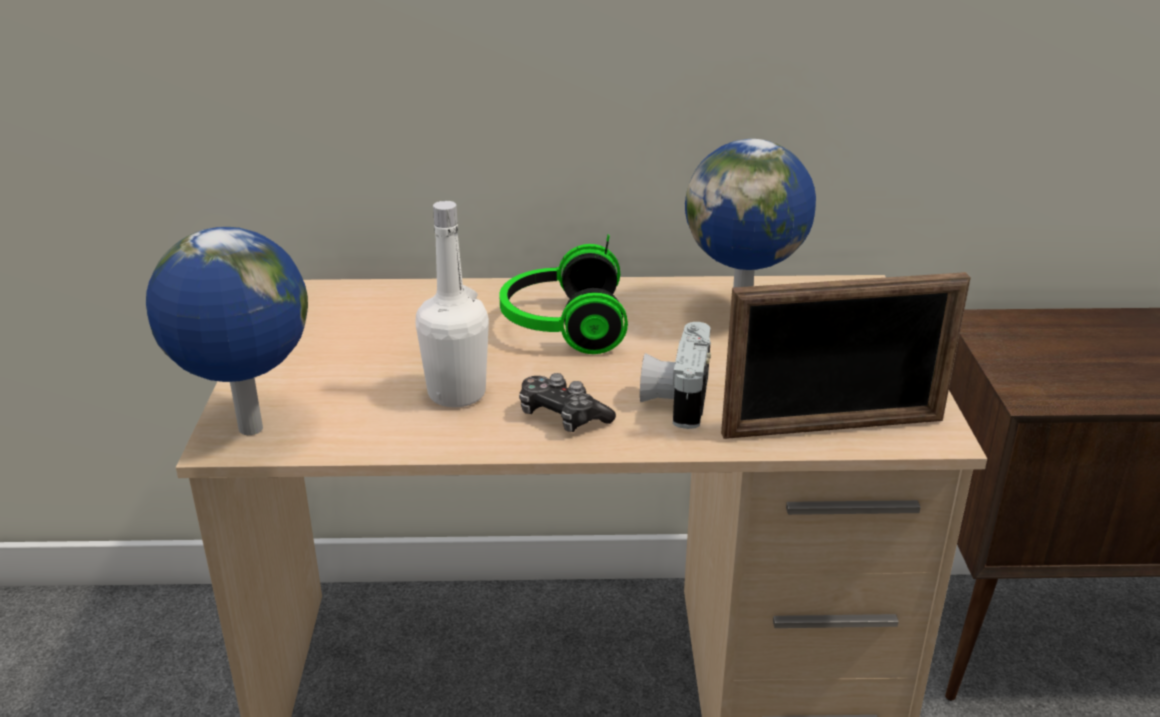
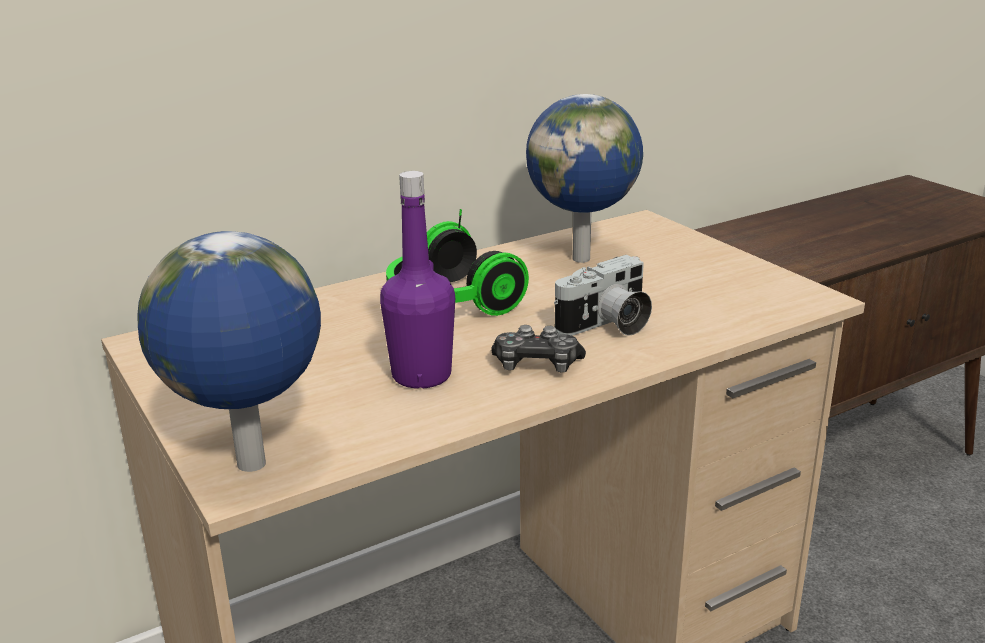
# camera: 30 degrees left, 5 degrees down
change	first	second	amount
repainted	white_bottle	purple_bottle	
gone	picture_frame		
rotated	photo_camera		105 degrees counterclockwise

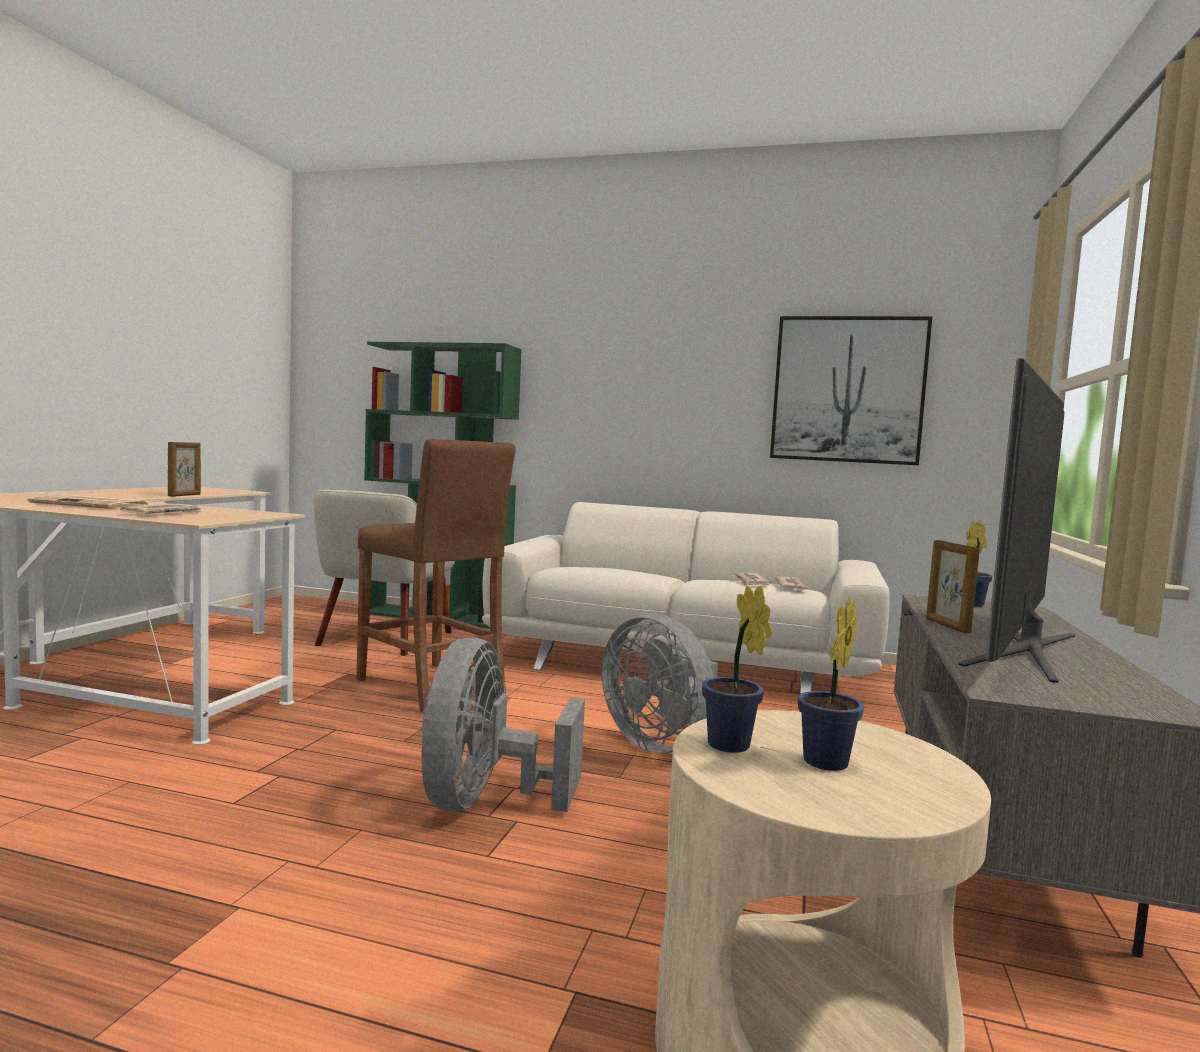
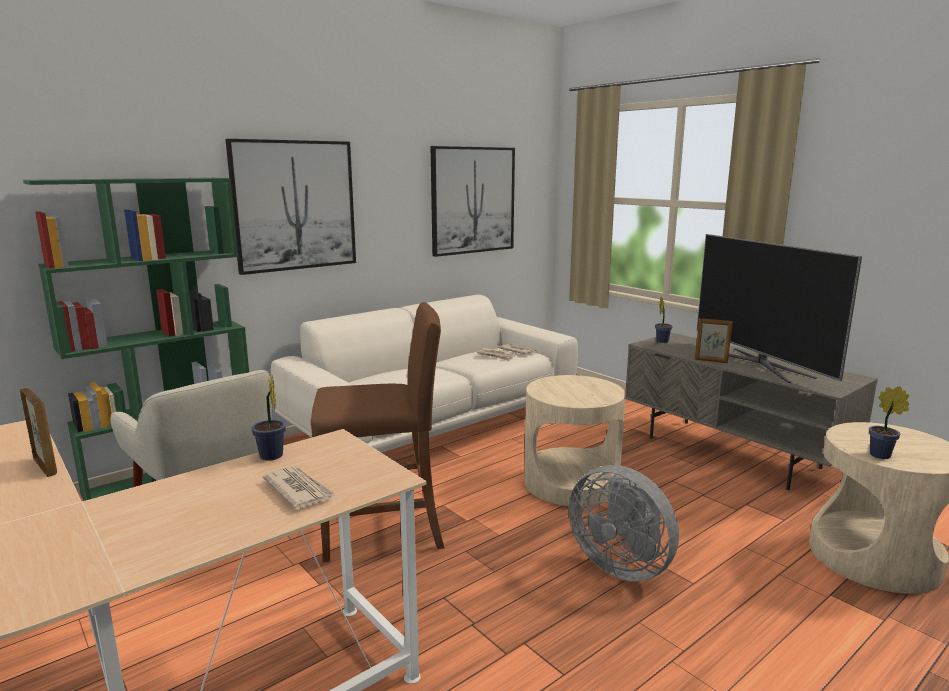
# camera: 55 degrees left, 10 degrees up
change	first	second	amount
gone	newspaper (no. 1 from left)		
shifted	potted_plant (no. 2 from left in the first image)	potted_plant (no. 1 from left)	
swapped	grey_fan (no. 2 from left)	beige_side_table (no. 1 from left)	
new		picture (no. 1 from left)	

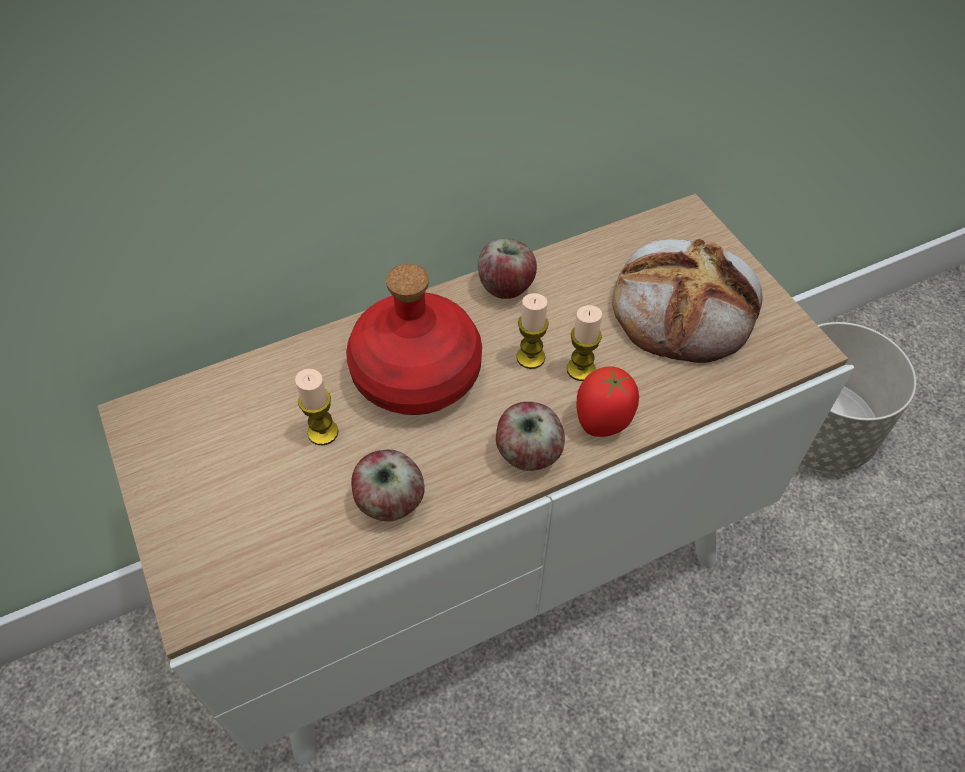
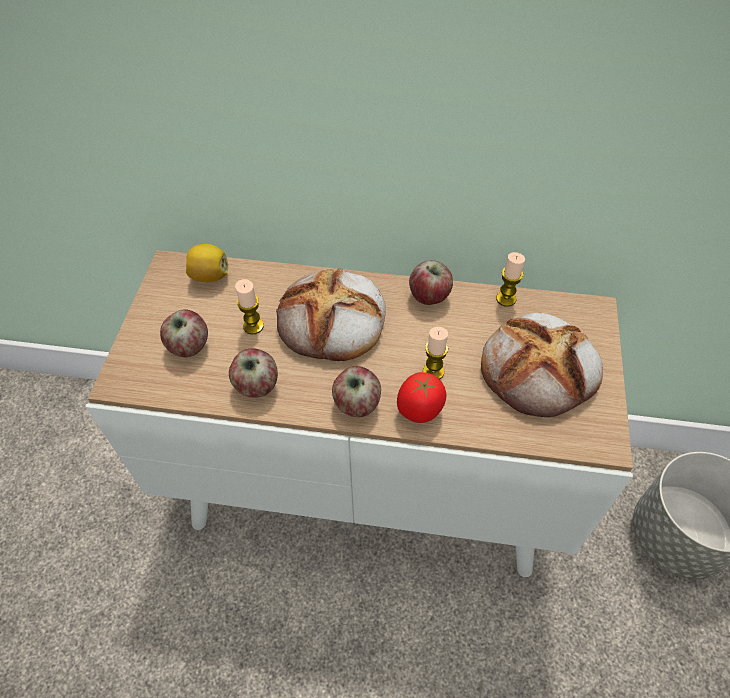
# camera: 35 degrees right, 0 degrees up
change	first	second	amount
swapped	red_bottle	bread (no. 1 from left)	
shifted	candle (no. 2 from left in the first image)	candle (no. 3 from left)	
new		lemon	
new		apple (no. 1 from left)	

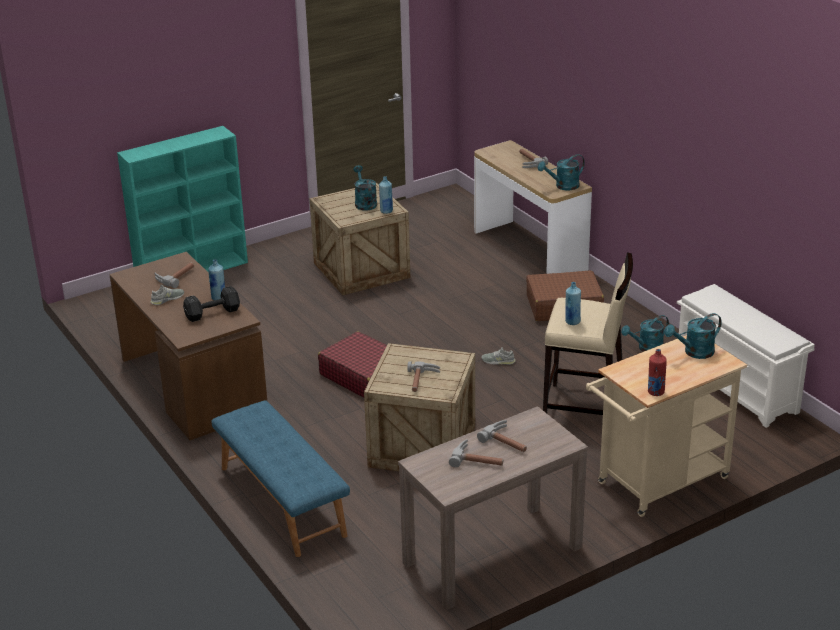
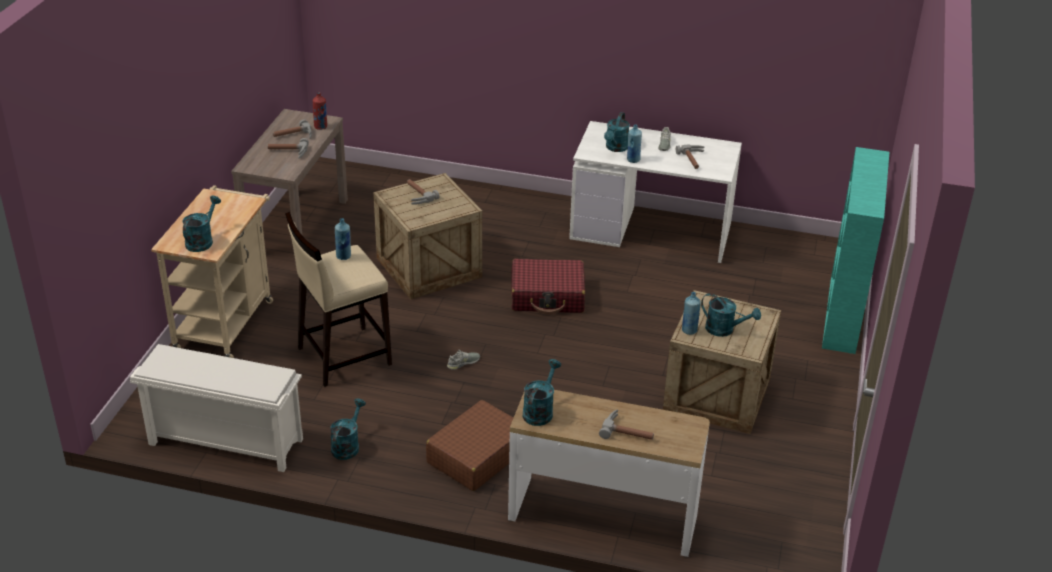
# camera: 135 degrees right, 5 degrees up
change	first	second	amount
repainted	brown_desk	white_desk	
swapped	black_dumbbell	turquoise_watering_can (no. 4 from left)	
shifted	red_bottle		
gone	blue_bench		

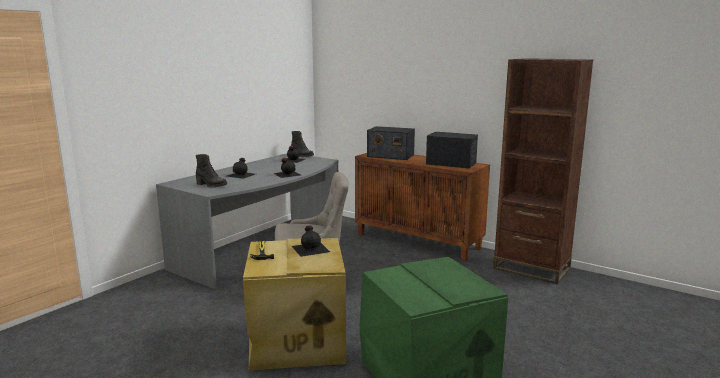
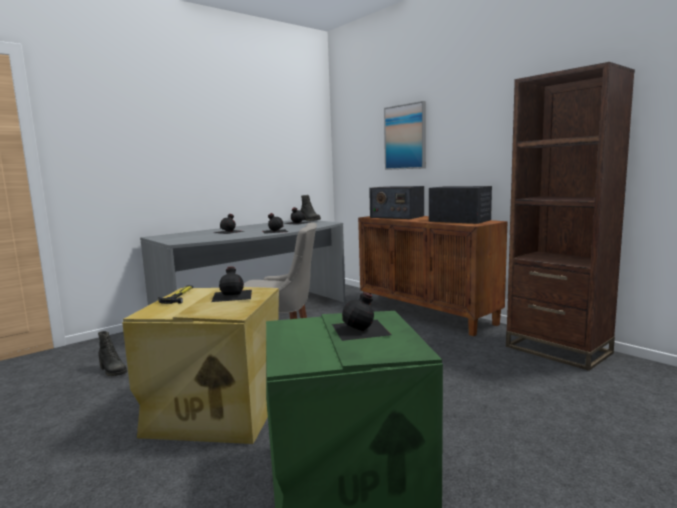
# camera: 15 degrees right, 5 degrees down
change	first	second	amount
shifted	black_boot (no. 1 from left)		
new		picture	
new		black_bottle (no. 5 from left)	

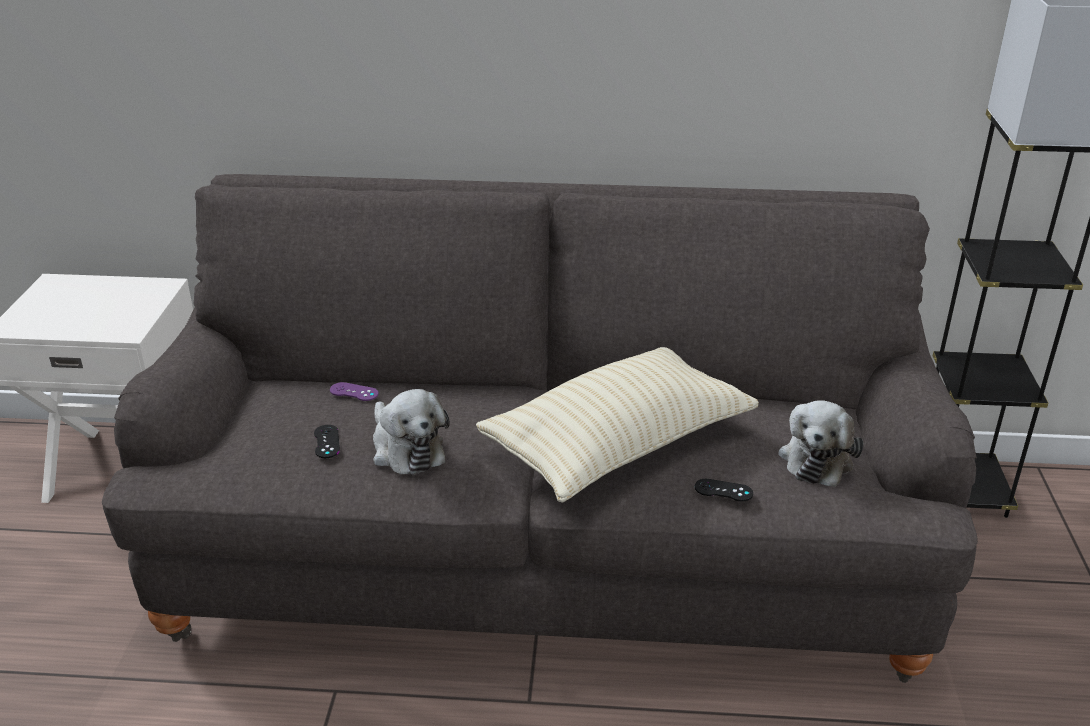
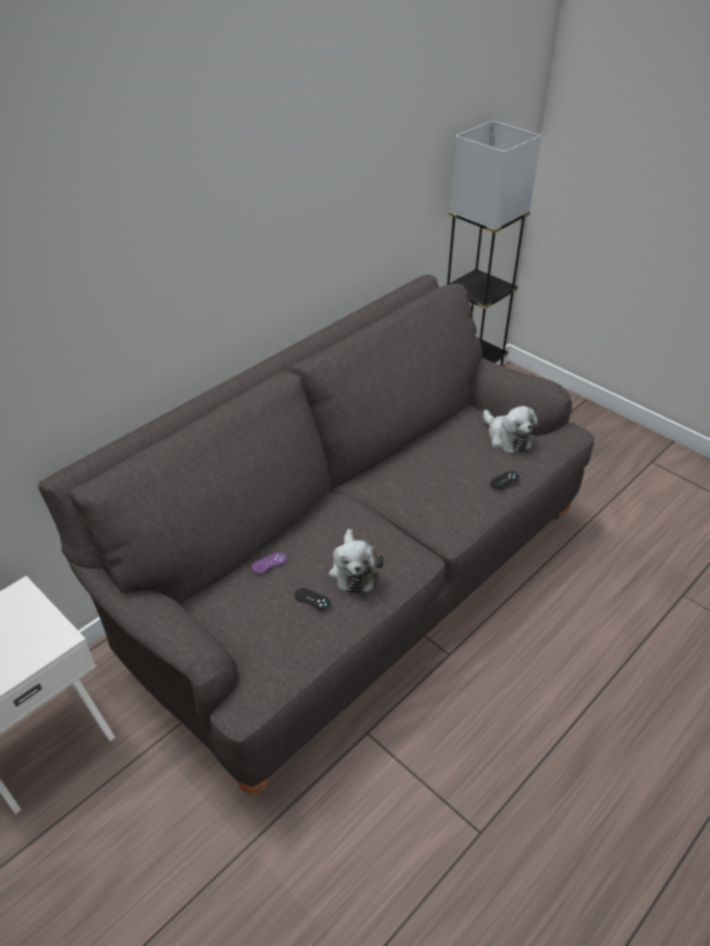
# camera: 50 degrees left, 10 degrees up
change	first	second	amount
gone	beige_pillow		
rotated	plush_toy (no. 1 from left)		75 degrees clockwise

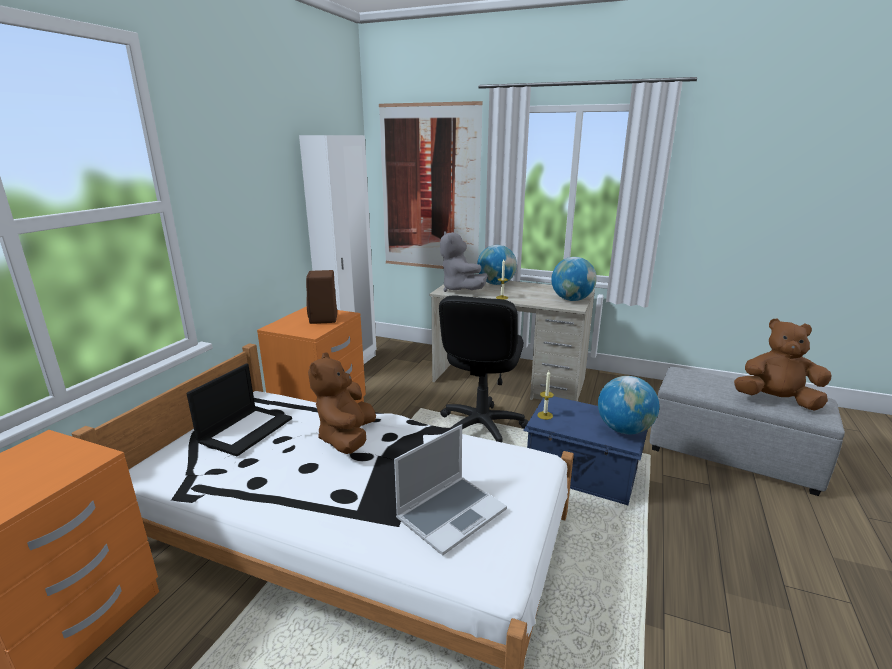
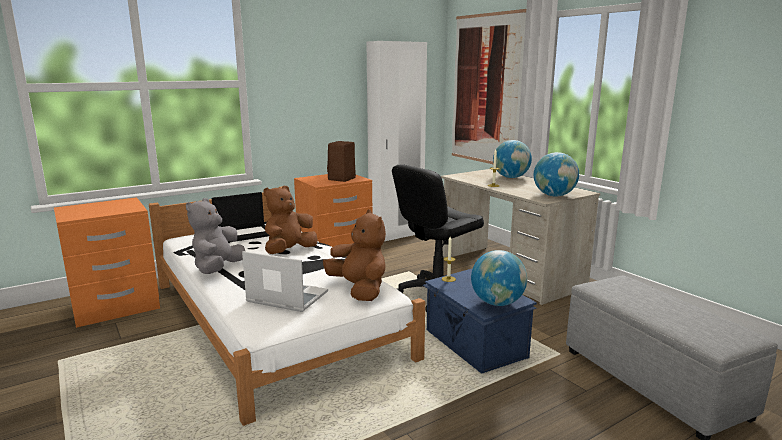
# camera: 35 degrees right, 5 degrees down
change	first	second	amount
shifted	grey_plush_toy		
shifted	brown_plush_toy (no. 2 from left)		
rotated	laptop (no. 2 from left)		150 degrees counterclockwise

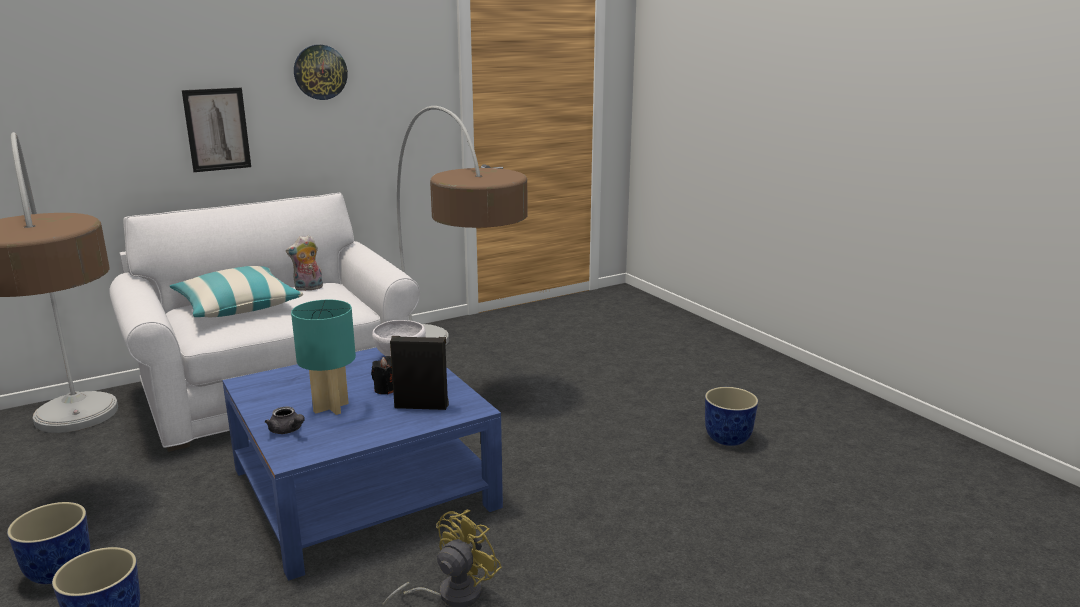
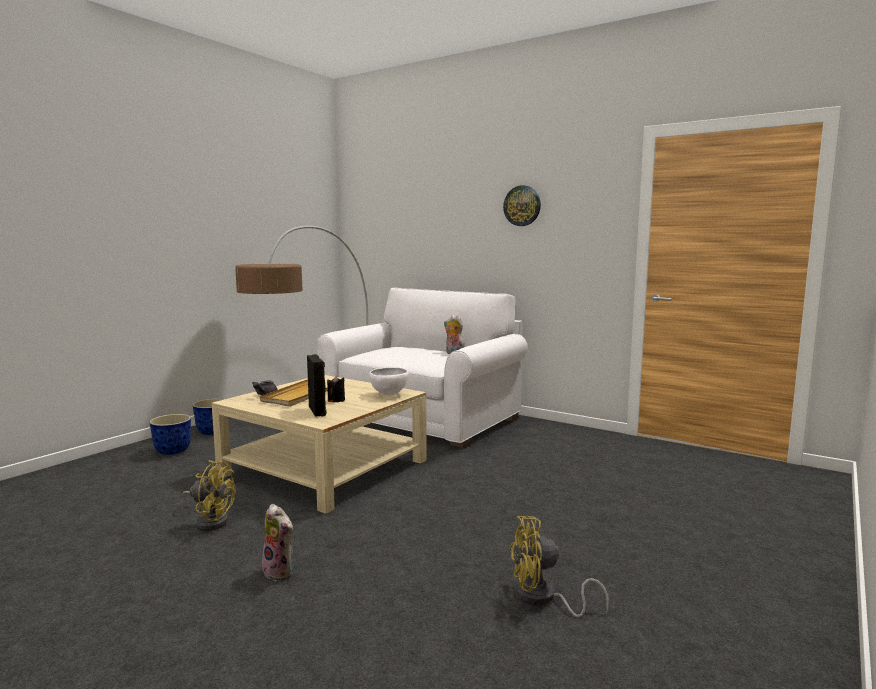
# camera: 65 degrees right, 10 degrees down
change	first	second	amount
gone	picture		
gone	floor_lamp (no. 2 from left)		
gone	pillow		
swapped	turquoise_table_lamp	beige_tray	
repainted	blue_coffee_table	beige_coffee_table	
swapped	planter (no. 3 from left)	yellow_fan (no. 2 from left)	
new		plush_toy (no. 1 from left)	

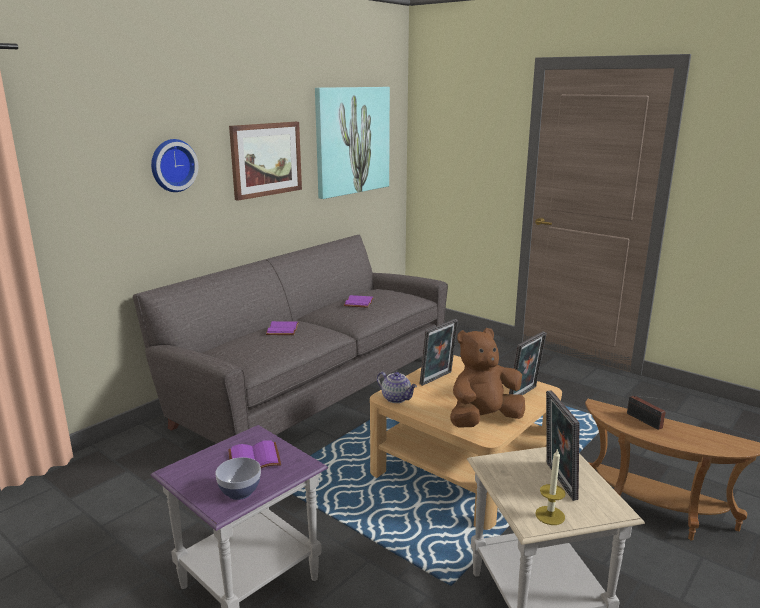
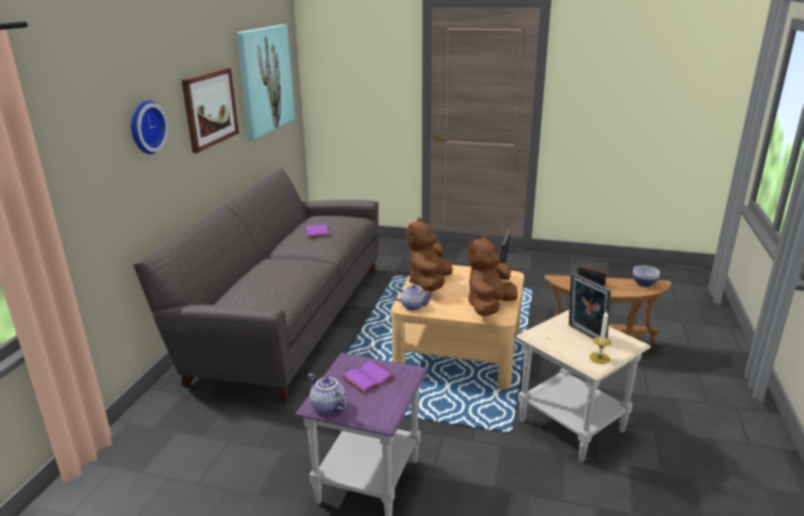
# camera: 25 degrees left, 5 degrees up
change	first	second	amount
swapped	picture_frame (no. 1 from left)	brown_plush_toy (no. 1 from left)	
gone	purple_book (no. 2 from left)		
shifted	bowl		
new		teapot (no. 1 from left)	

